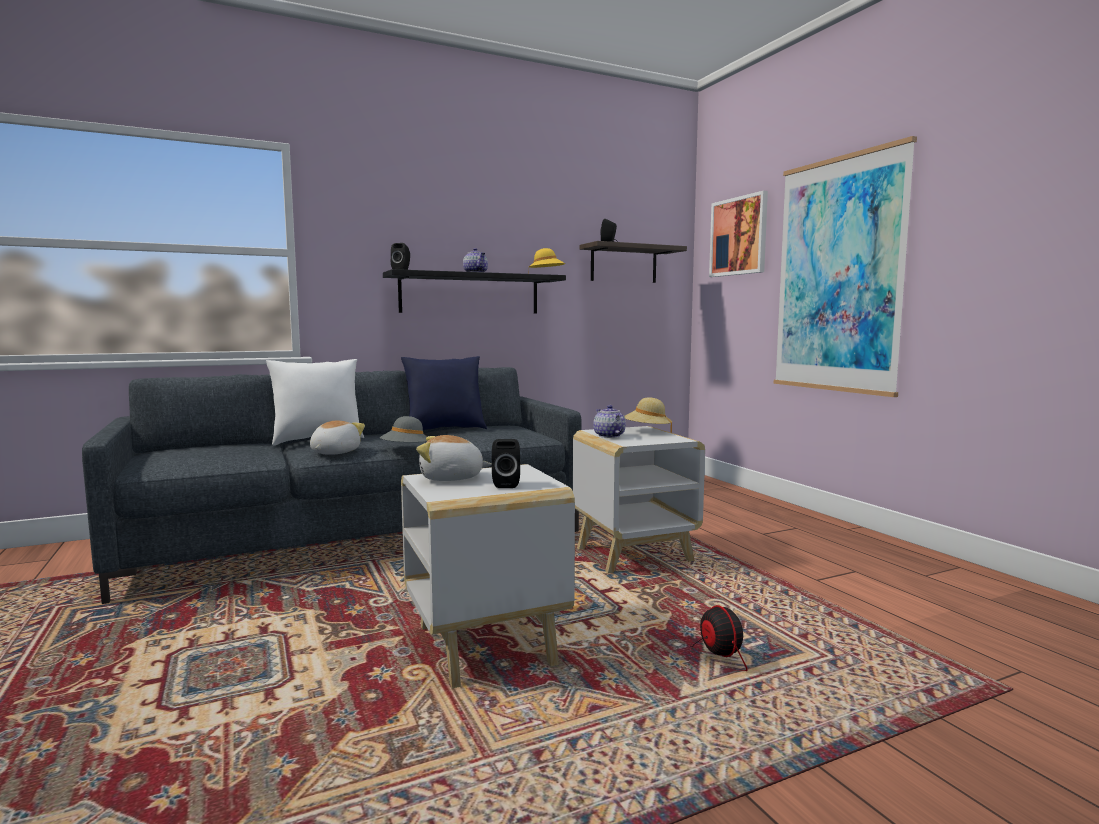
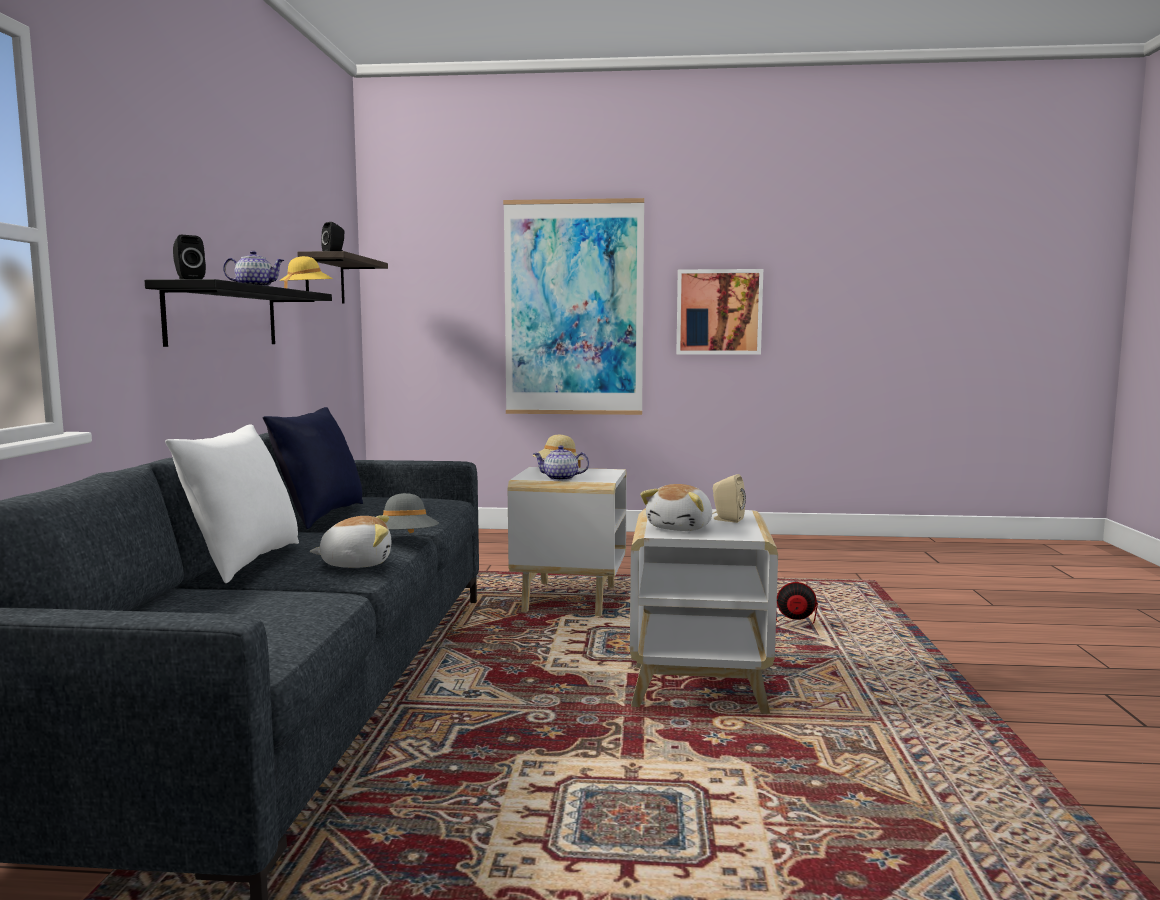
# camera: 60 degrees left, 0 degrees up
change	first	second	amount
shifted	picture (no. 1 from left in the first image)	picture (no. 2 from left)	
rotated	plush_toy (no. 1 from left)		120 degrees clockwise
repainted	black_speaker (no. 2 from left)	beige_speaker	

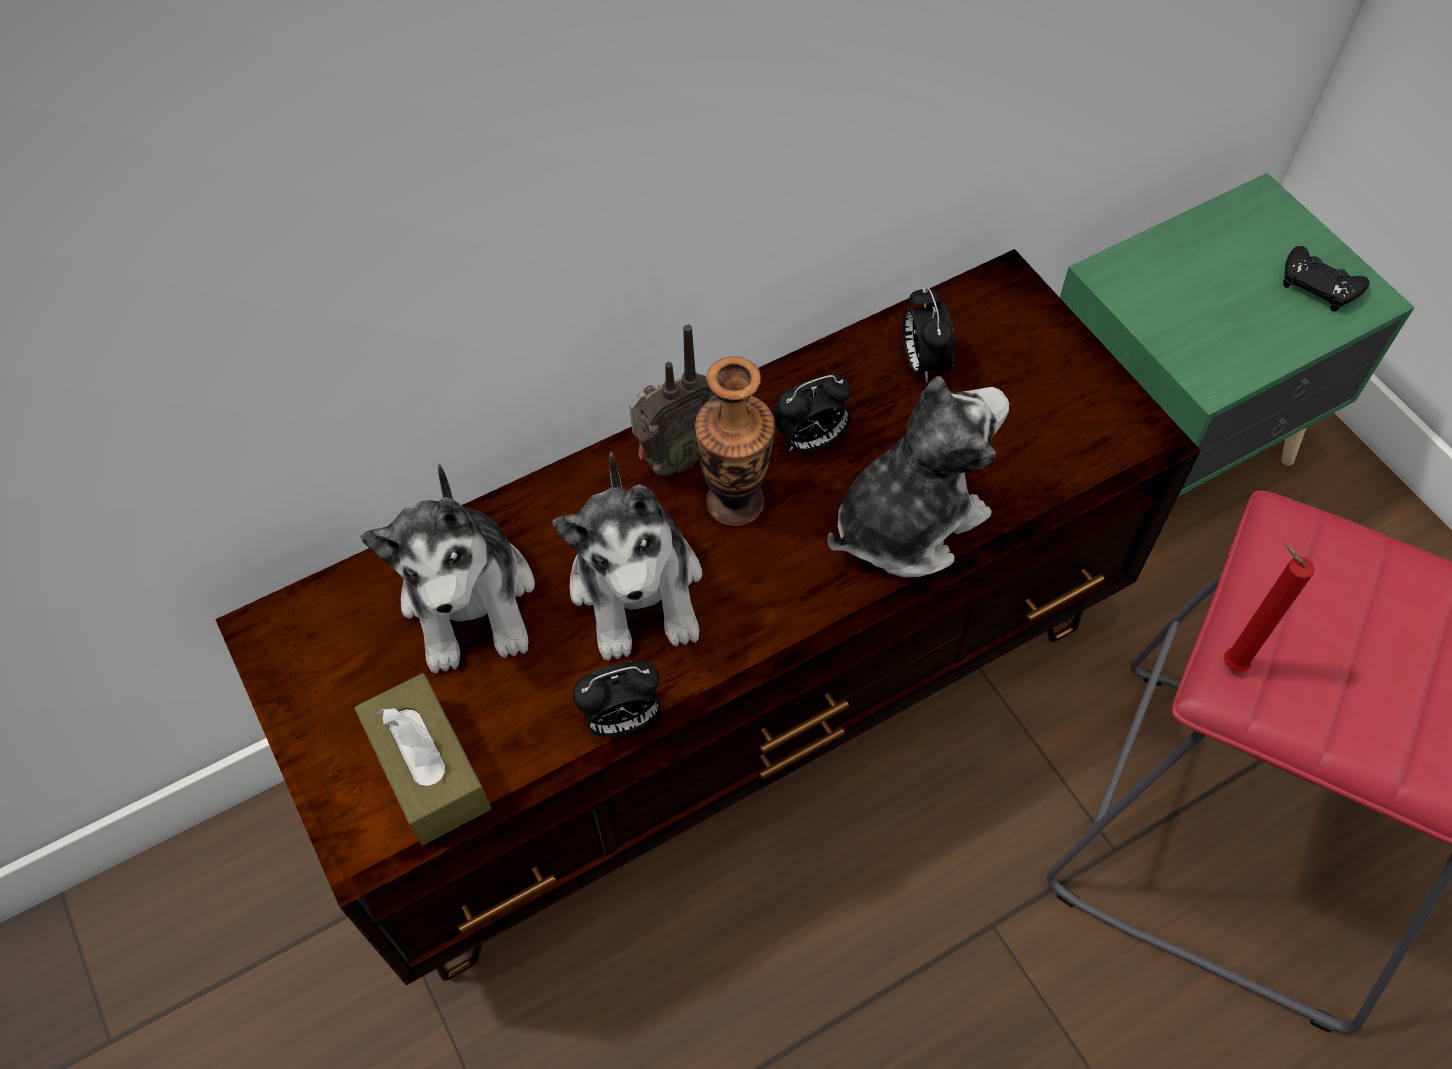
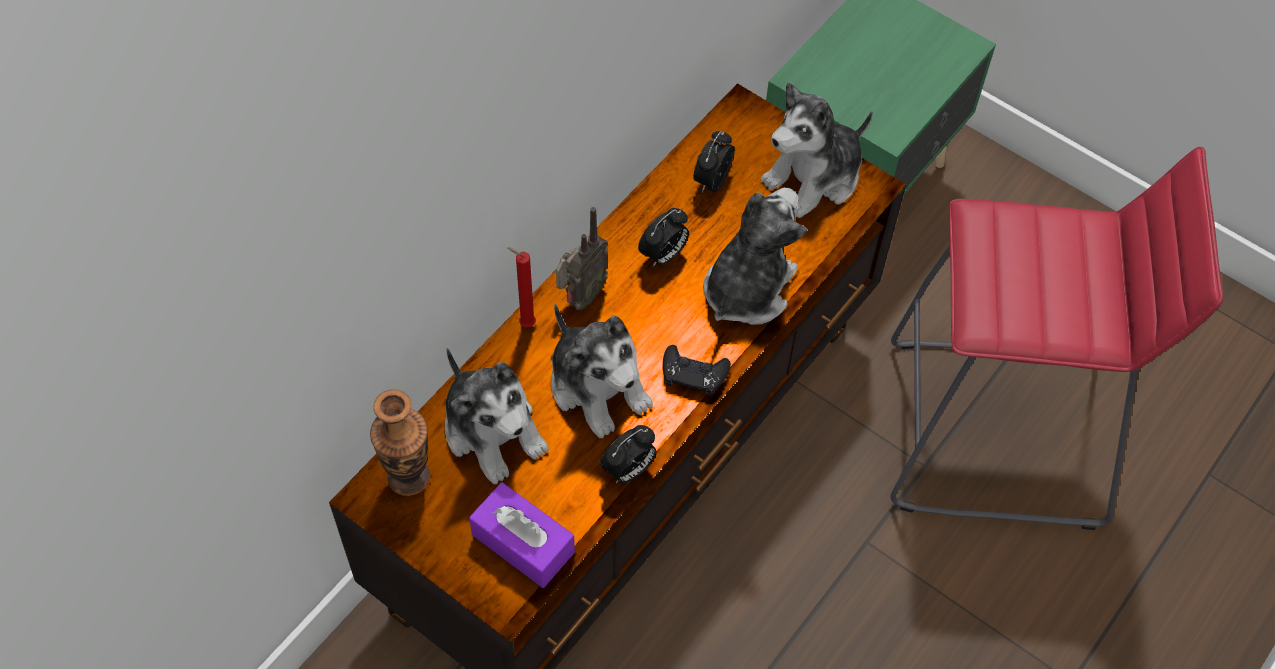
# camera: 25 degrees left, 0 degrees up
change	first	second	amount
shifted	black_game_controller		
rotated	alarm_clock (no. 3 from left)		60 degrees clockwise
shifted	vase		
shifted	red_candle		
repainted	brown_tissue_box	purple_tissue_box	
new		plush_toy (no. 4 from left)	

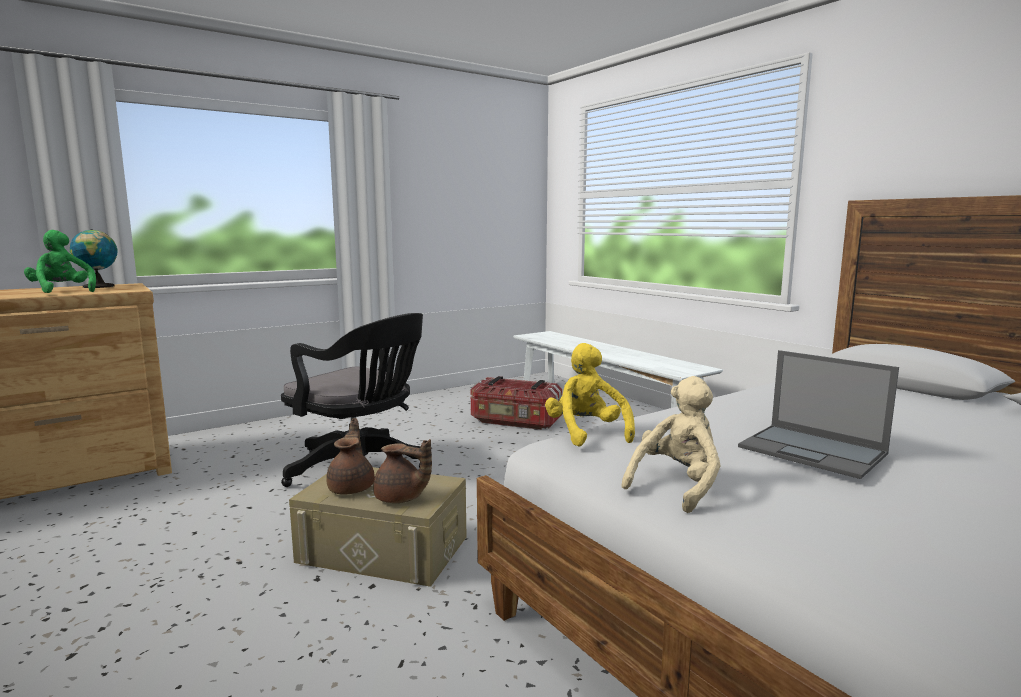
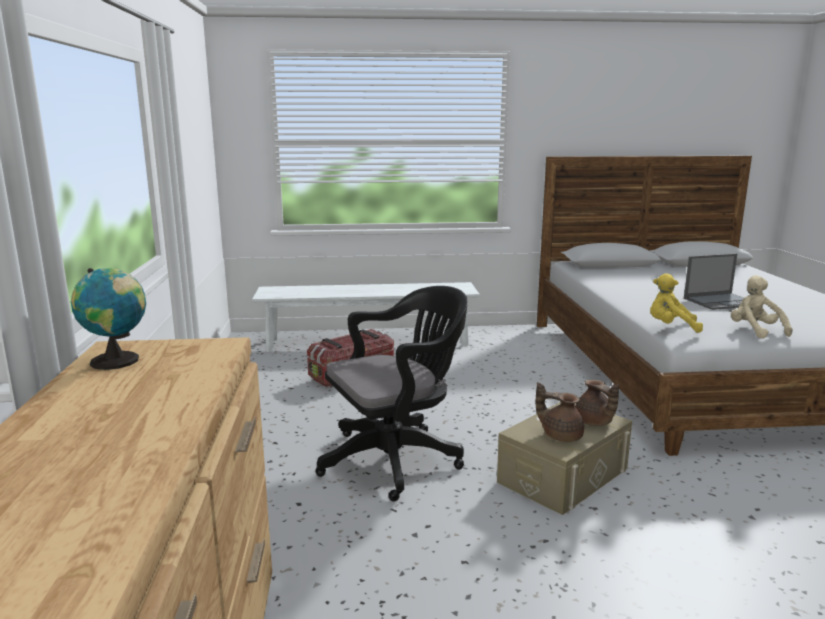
# camera: 60 degrees left, 5 degrees up
change	first	second	amount
gone	green_plush_toy		
rotated	brown_teapot (no. 2 from left)		105 degrees clockwise

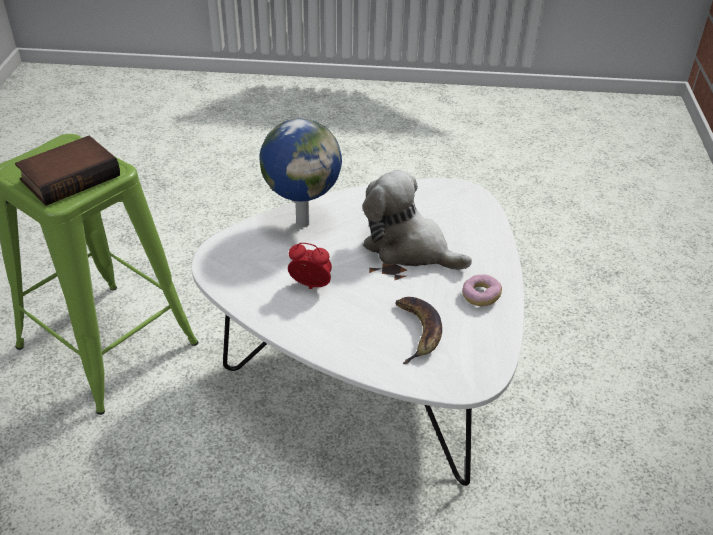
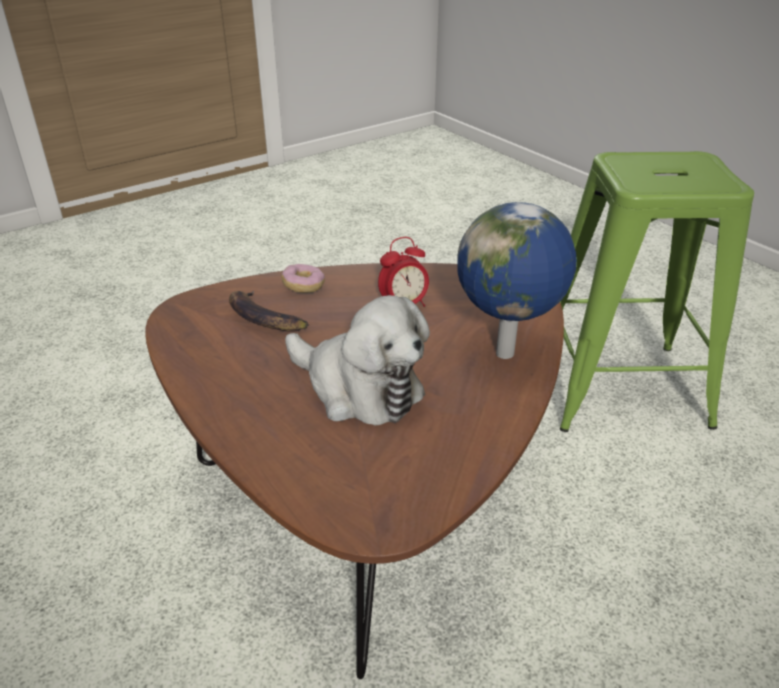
# camera: 140 degrees right, 5 degrees down
change	first	second	amount
gone	book		
rotated	plush_toy		45 degrees clockwise
repainted	white_coffee_table	brown_coffee_table	
shifted	donut		

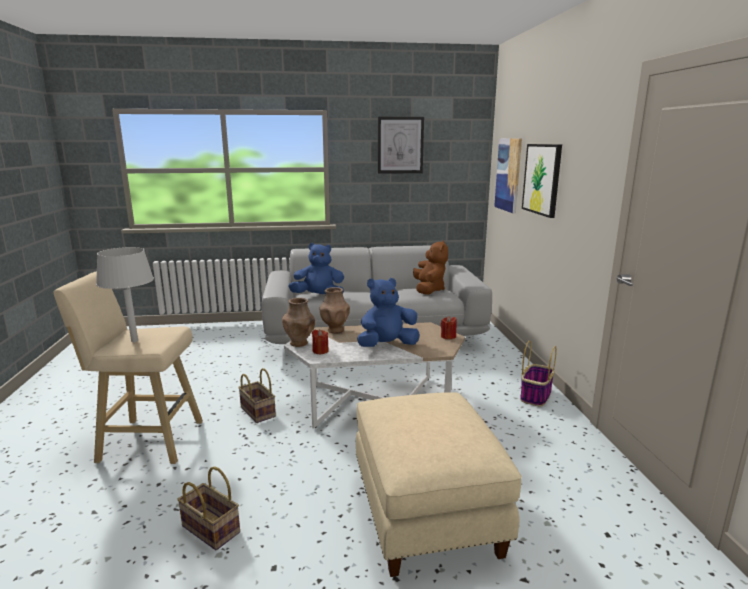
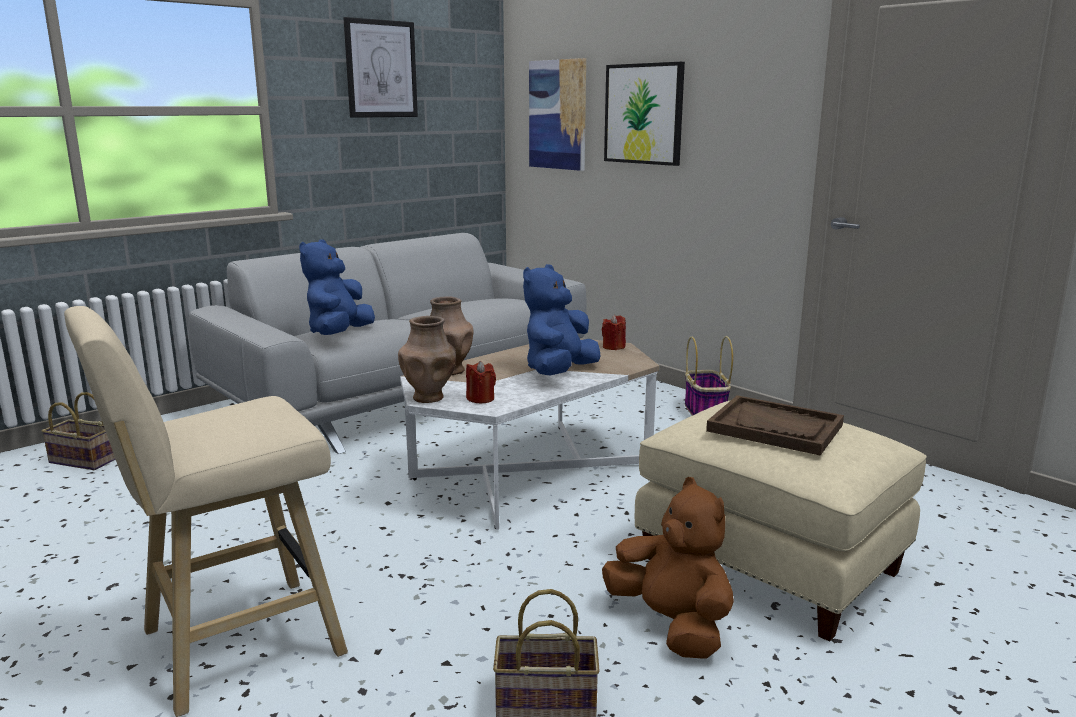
# camera: 35 degrees left, 0 degrees up
change	first	second	amount
shifted	brown_plush_toy		
rotated	blue_plush_toy (no. 1 from left)		45 degrees counterclockwise
gone	grey_table_lamp		
shifted	basket (no. 2 from left in the first image)	basket (no. 1 from left)	
new		brown_tray	

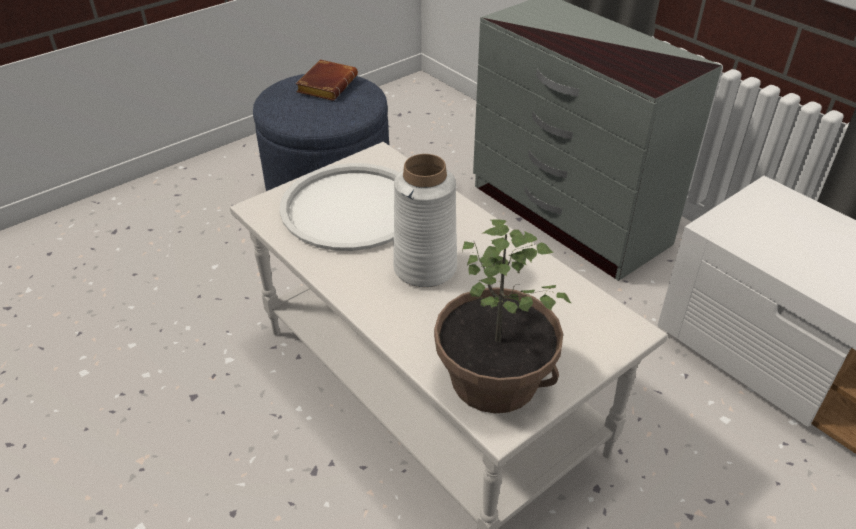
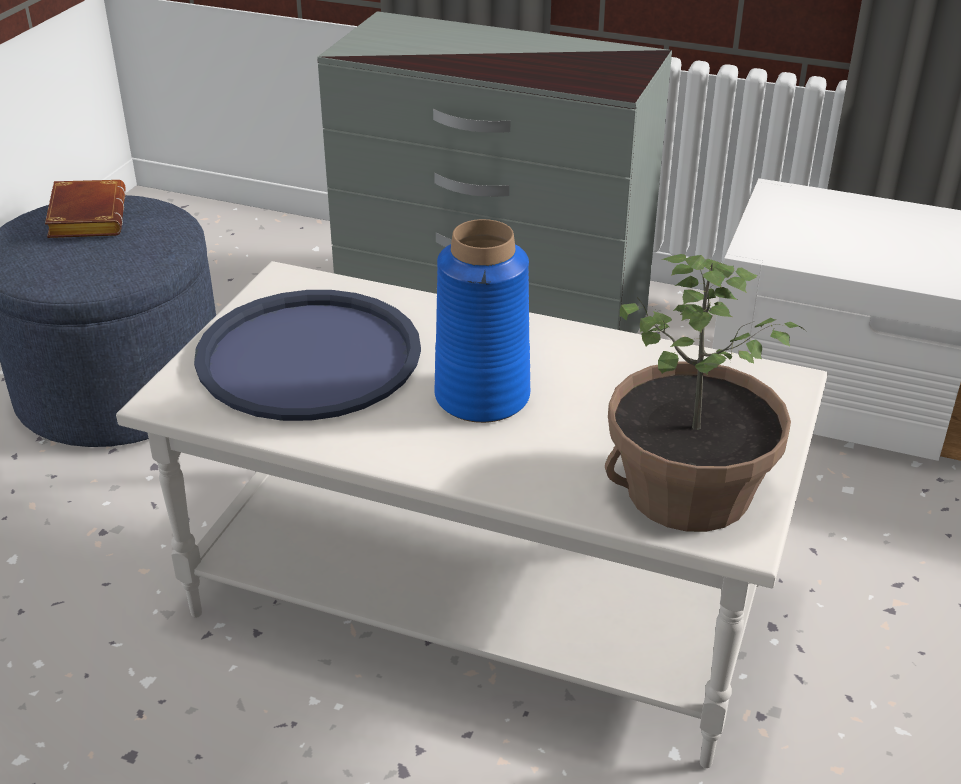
# camera: 30 degrees left, 5 degrees down
change	first	second	amount
repainted	white_vase	blue_vase	
repainted	white_tray	blue_tray	

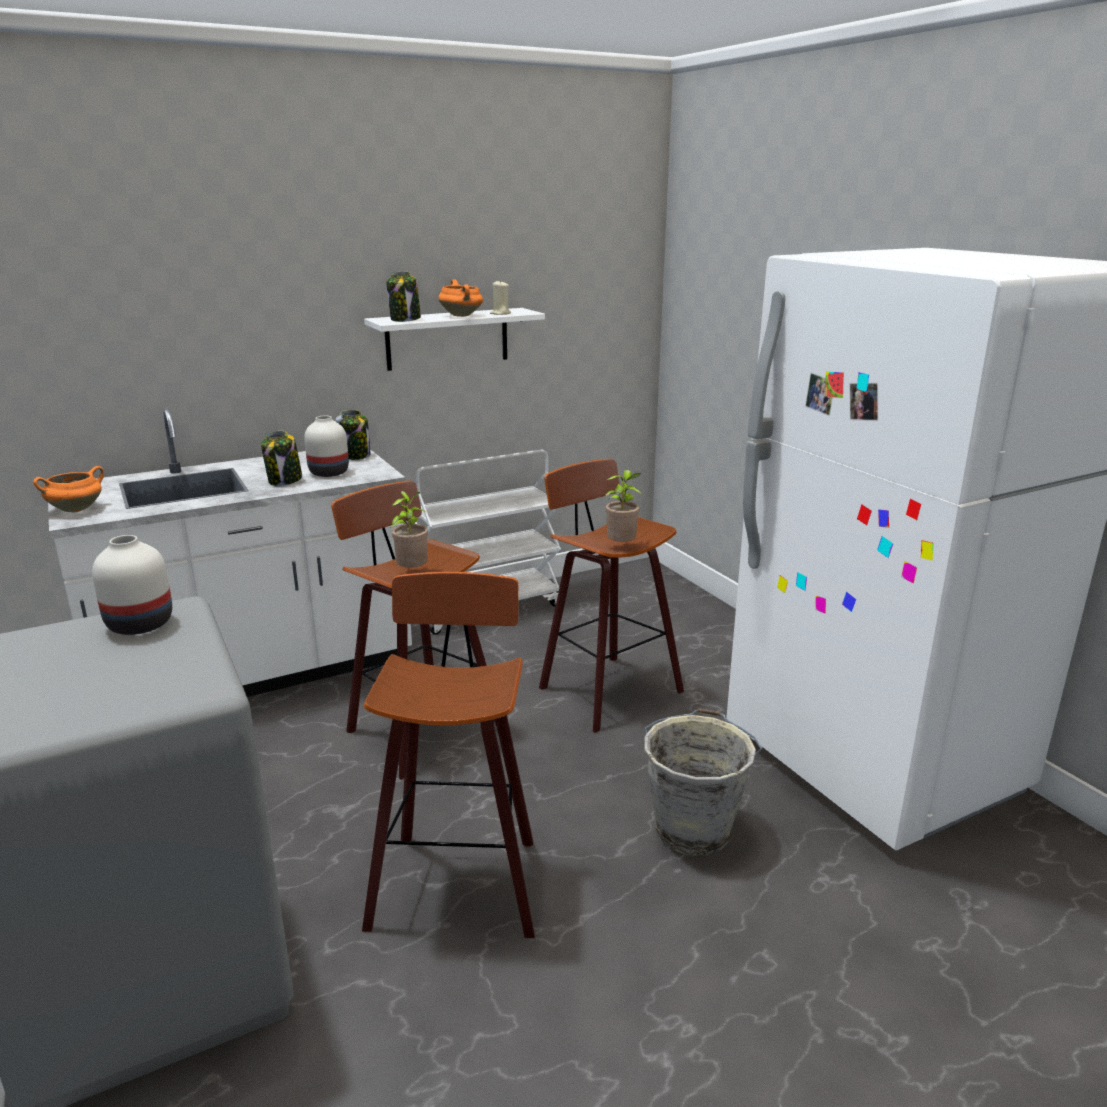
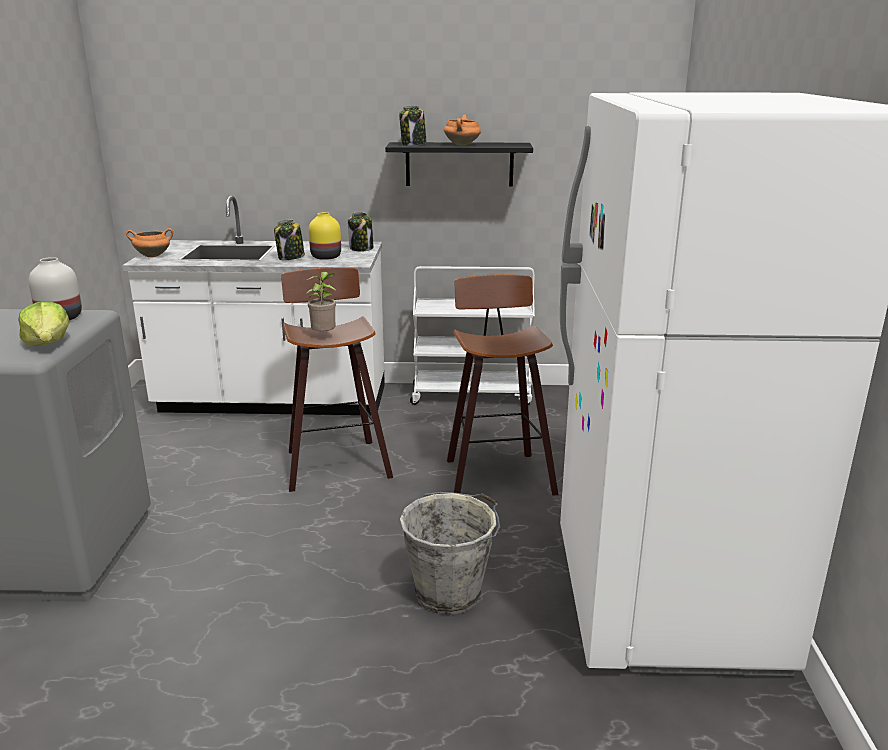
# camera: 30 degrees right, 0 degrees up
change	first	second	amount
gone	beige_candle		
repainted	white_shelf	black_shelf	
repainted	white_vase (no. 2 from left)	yellow_vase	
gone	potted_plant (no. 2 from left)		
gone	stool (no. 2 from left)		
new		lettuce	

